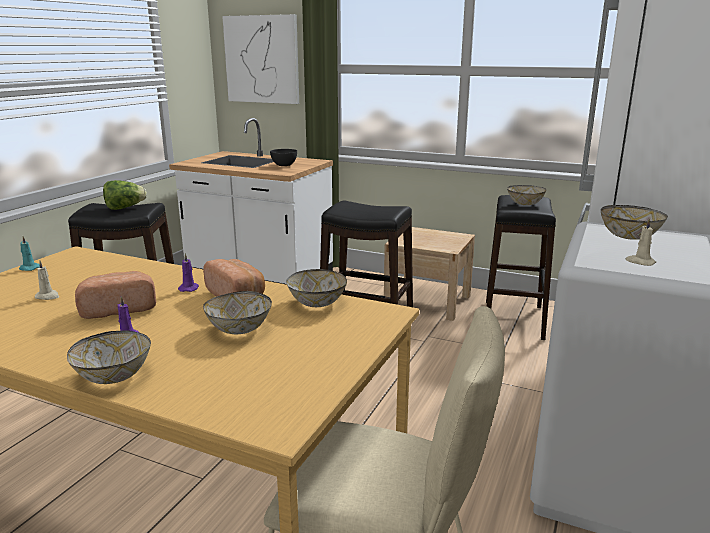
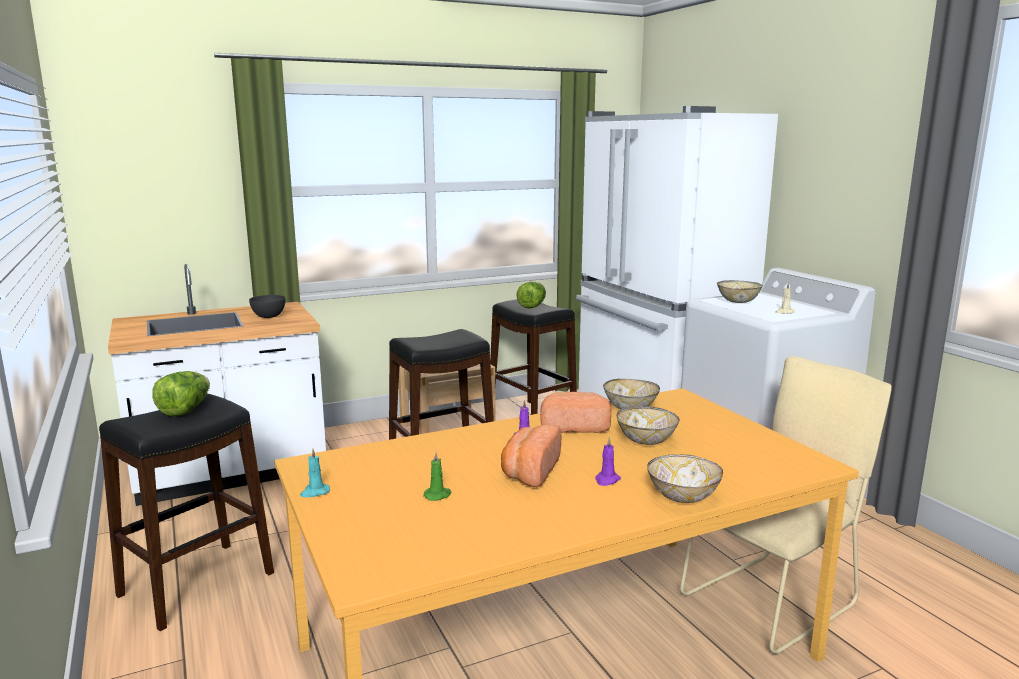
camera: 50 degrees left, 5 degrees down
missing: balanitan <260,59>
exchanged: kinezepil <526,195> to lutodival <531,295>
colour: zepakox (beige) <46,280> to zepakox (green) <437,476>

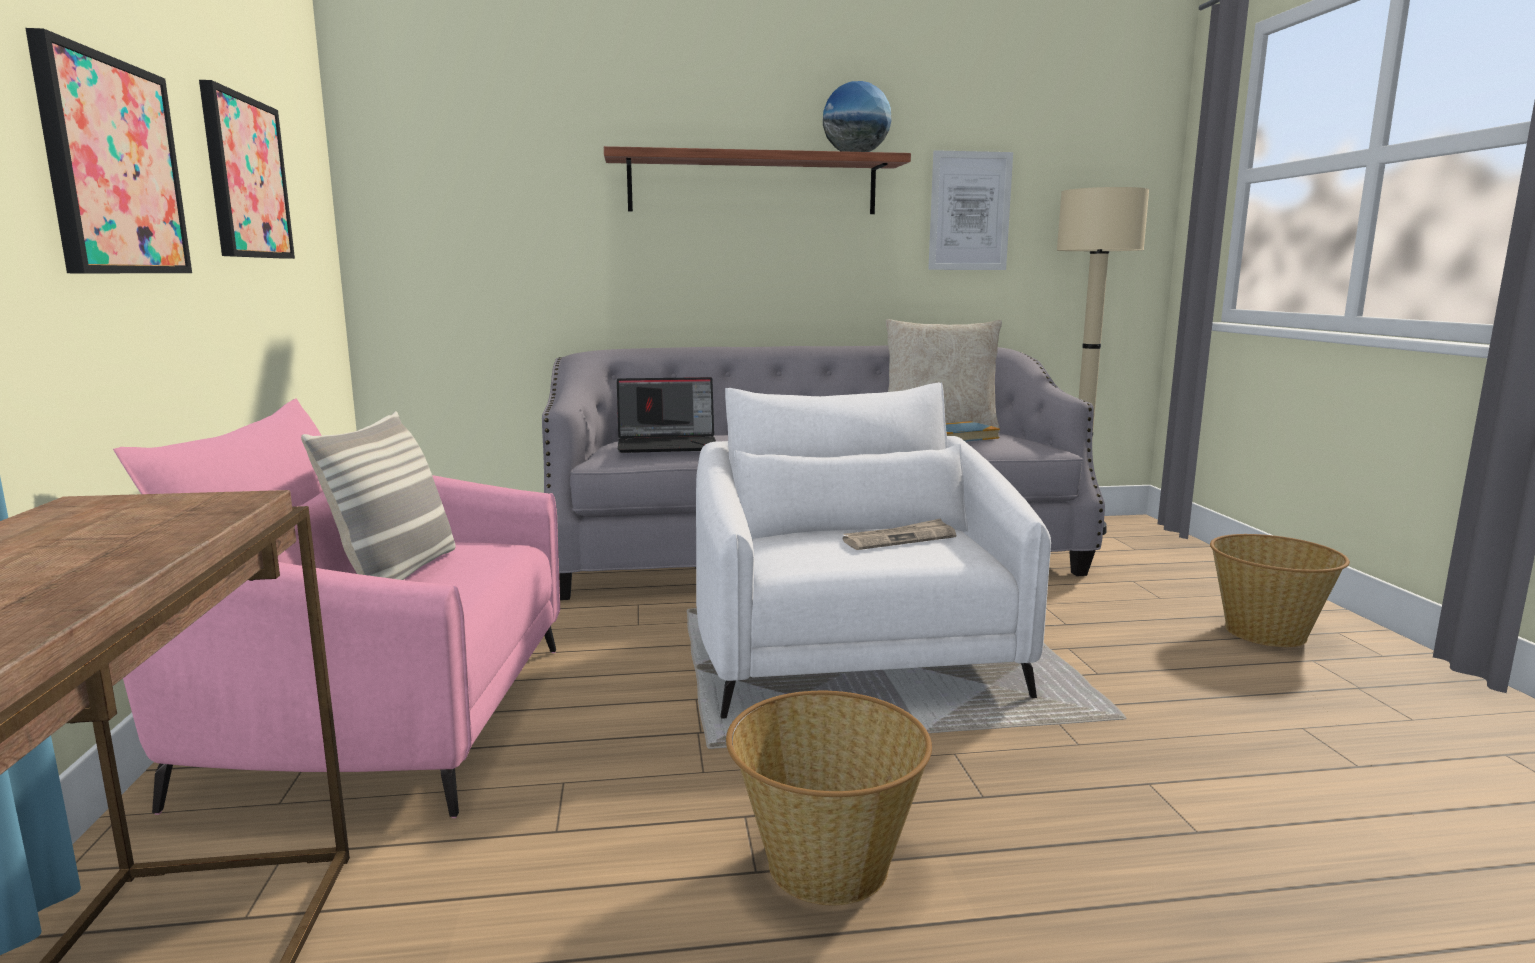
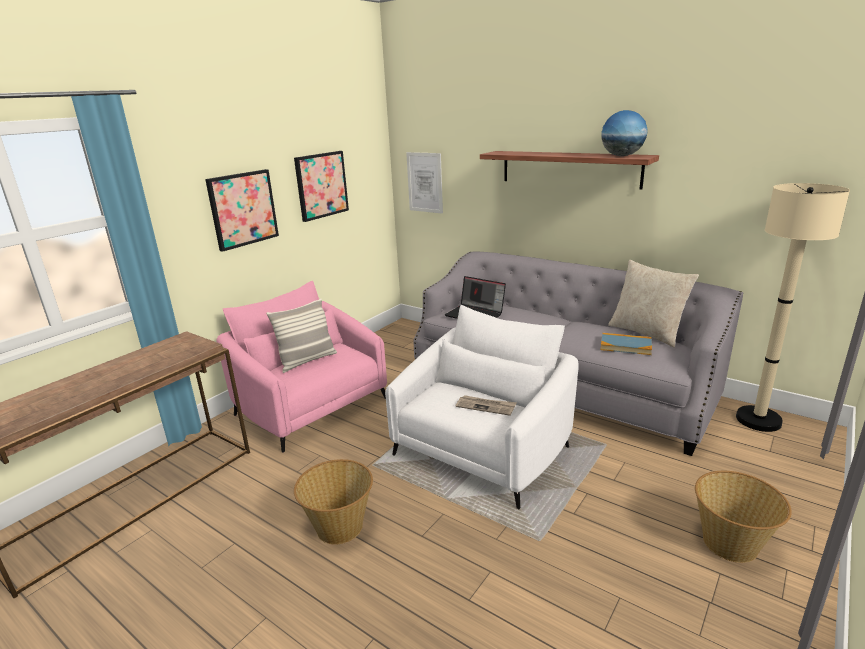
camera: 45 degrees right, 10 degrees up
relocated: balanitan <970,210> to <424,183>

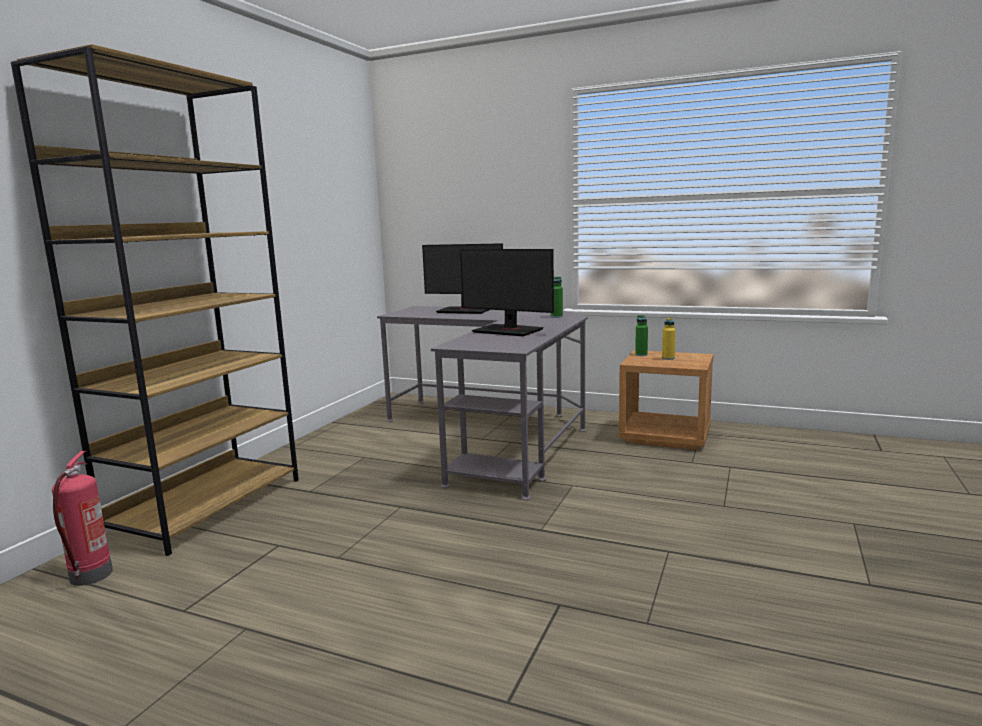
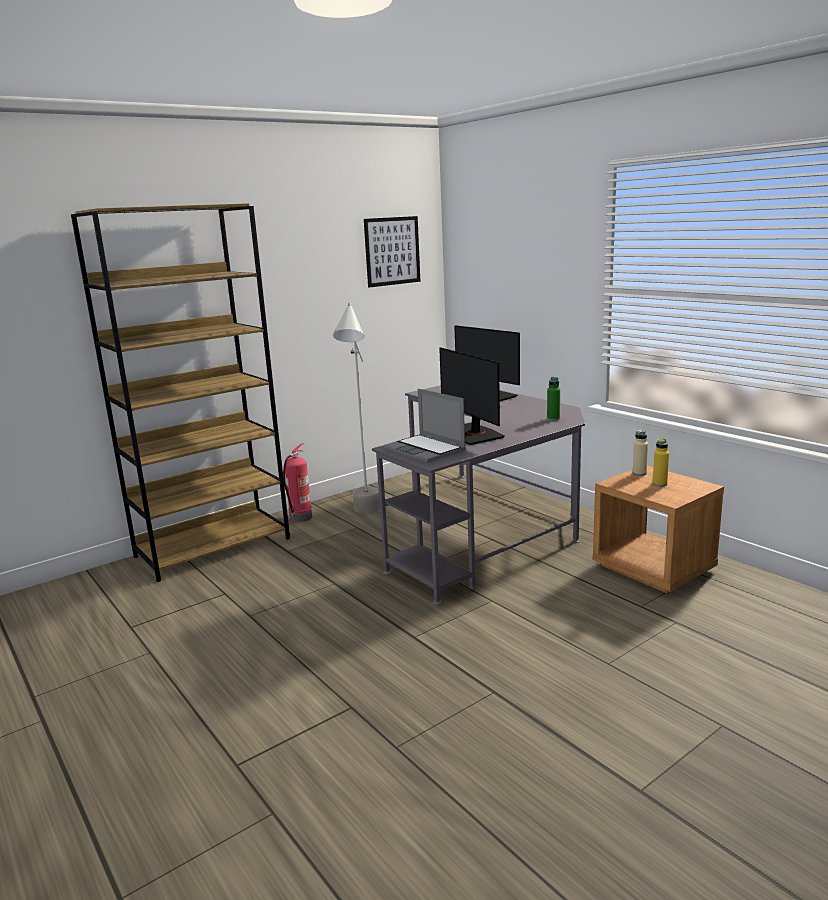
camera: 30 degrees right, 5 degrees up
appeared: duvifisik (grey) <356,408>; balanitan <392,252>; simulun <424,426>
relocated: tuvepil <82,518> to <297,482>
colour: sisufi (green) <641,335> to sisufi (beige) <640,452>

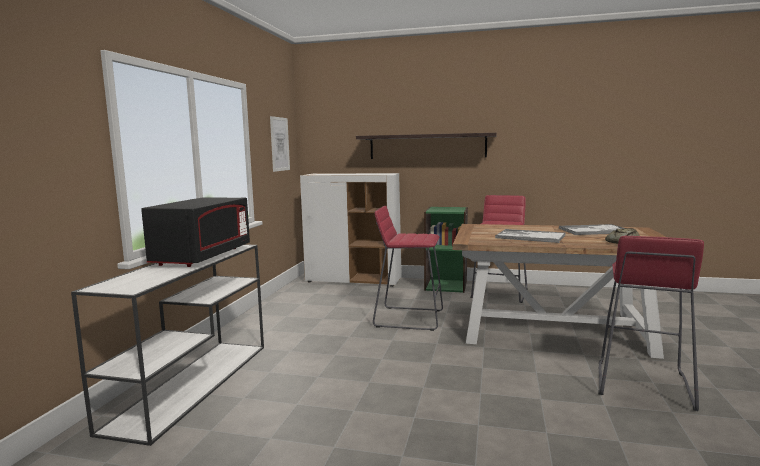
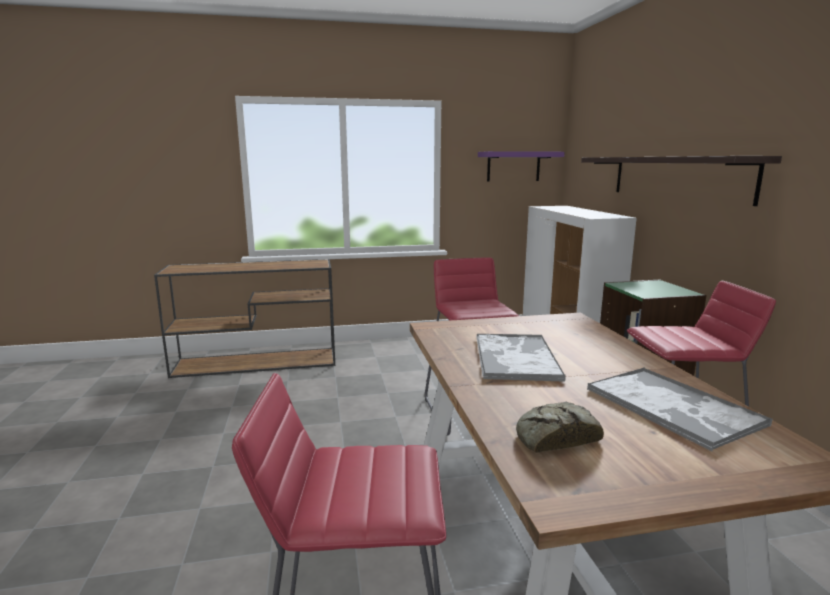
camera: 65 degrees right, 5 degrees up
missing: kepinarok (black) <195,232>
exchanged: balanitan <280,144> to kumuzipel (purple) <521,166>
colour: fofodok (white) <167,345> to fofodok (brown) <244,318>

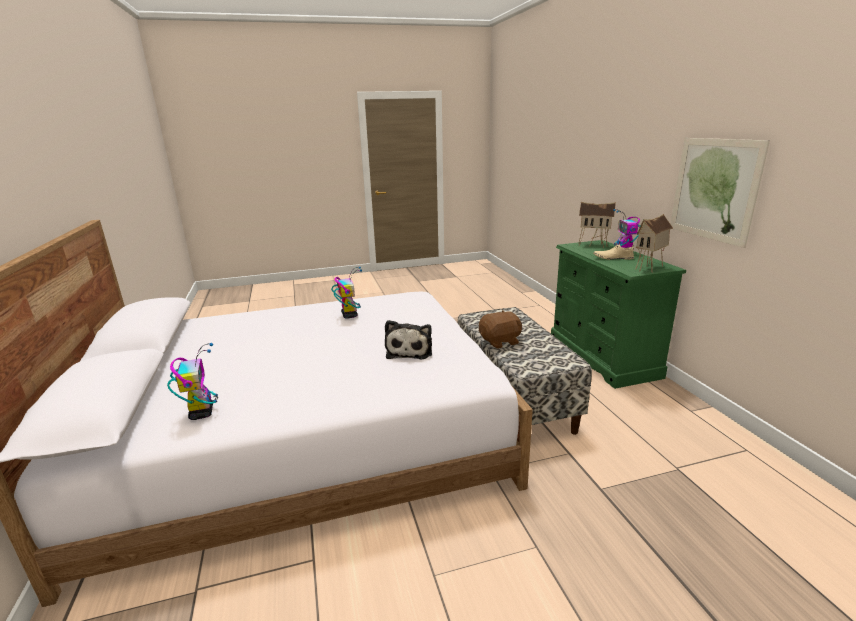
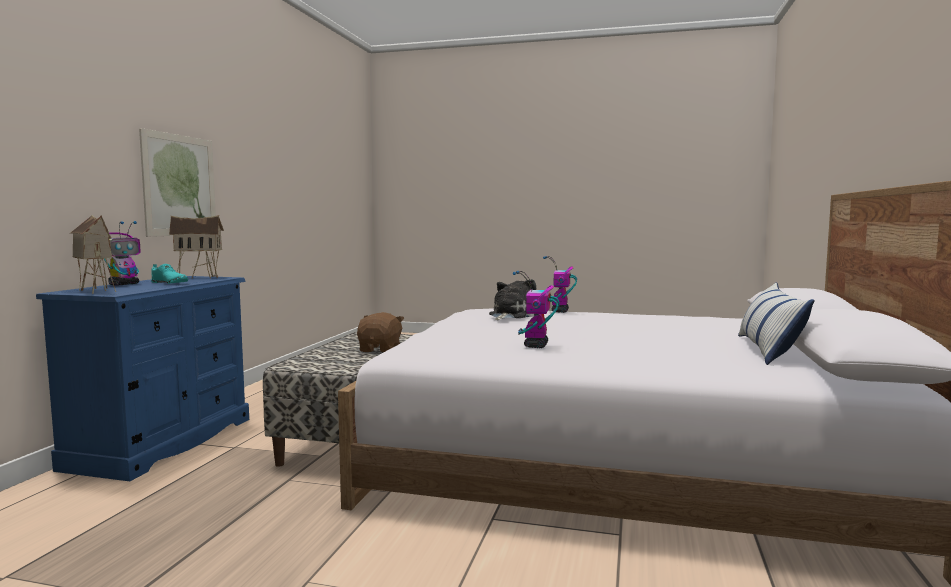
camera: 150 degrees left, 15 degrees down
appeared: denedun <776,323>
relocated: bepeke <192,381> to <560,284>
colour: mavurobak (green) <618,314> to mavurobak (blue) <142,378>; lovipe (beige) <613,252> to lovipe (turquoise) <169,274>
spun: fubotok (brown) <500,329> = <380,332> 90 degrees clockwise

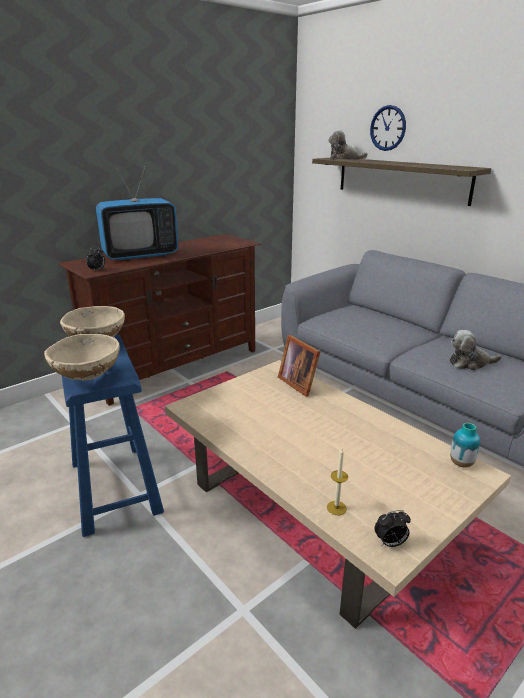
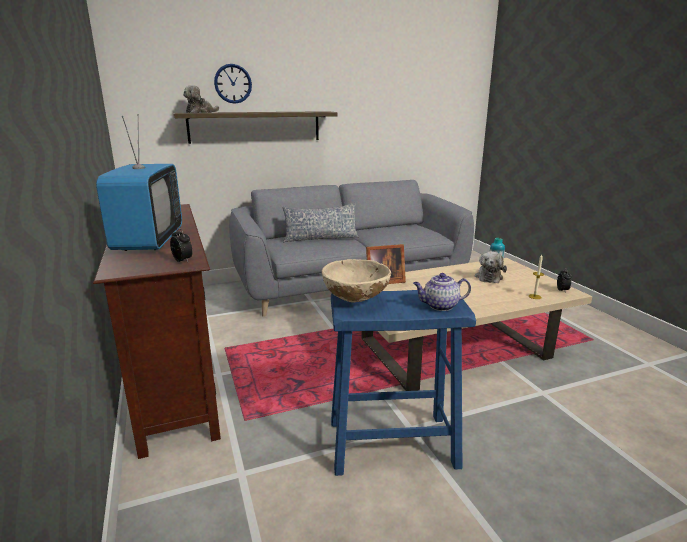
camera: 70 degrees left, 5 degrees down
appeared: denedun <321,222>
relocated: fubotok <475,350> to <491,267>
exchanged: kinezepil (beige) <82,357> to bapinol <442,292>

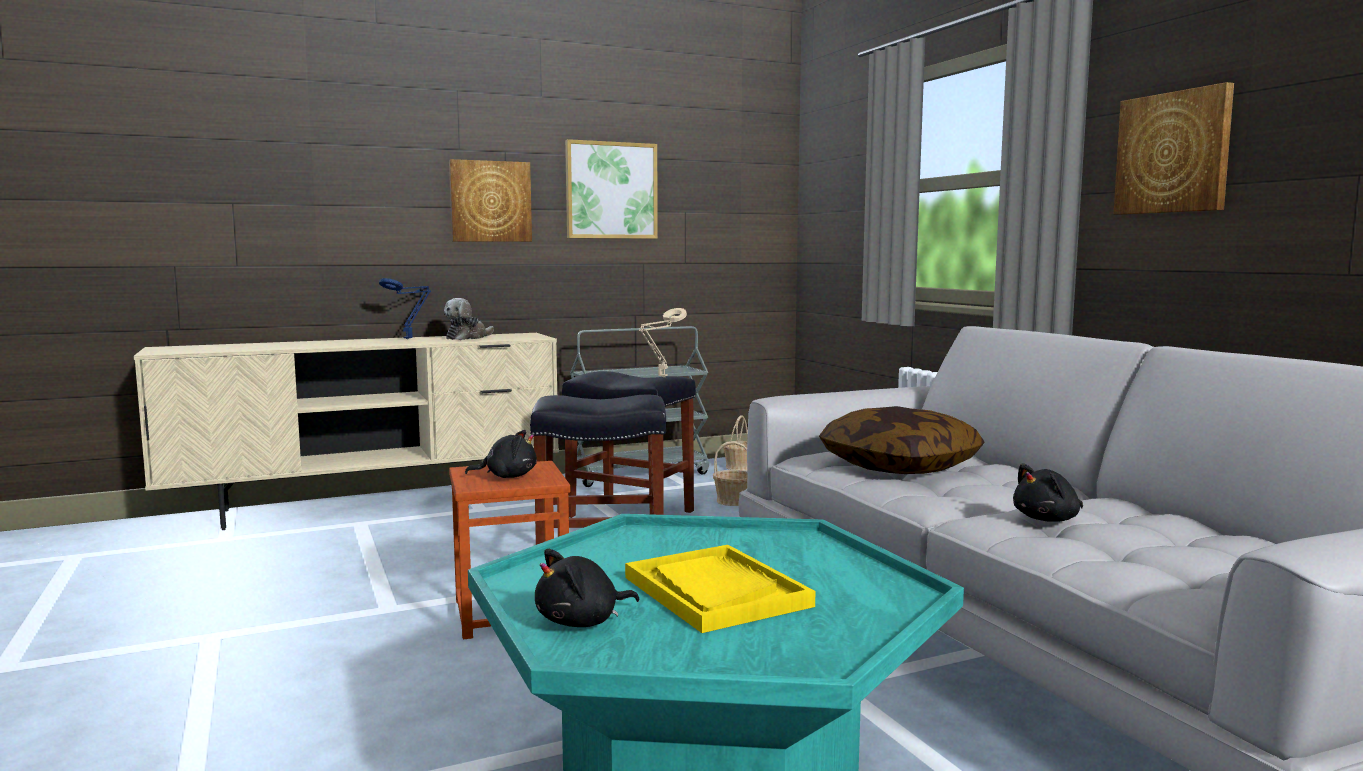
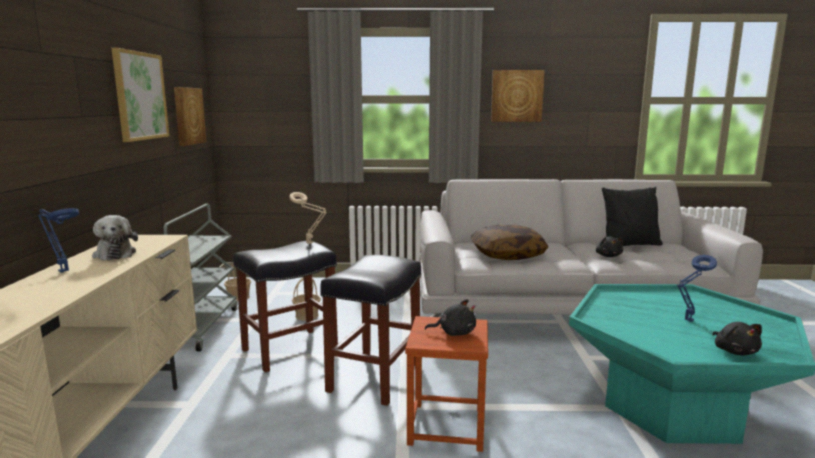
camera: 65 degrees left, 5 degrees up
appeared: denedun (black) <632,216>
relocated: balanitan <490,200> to <190,116>
exchanged: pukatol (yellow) <720,589> to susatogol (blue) <697,288>
spun: fubotok (black) <501,454> = <450,317> 75 degrees clockwise

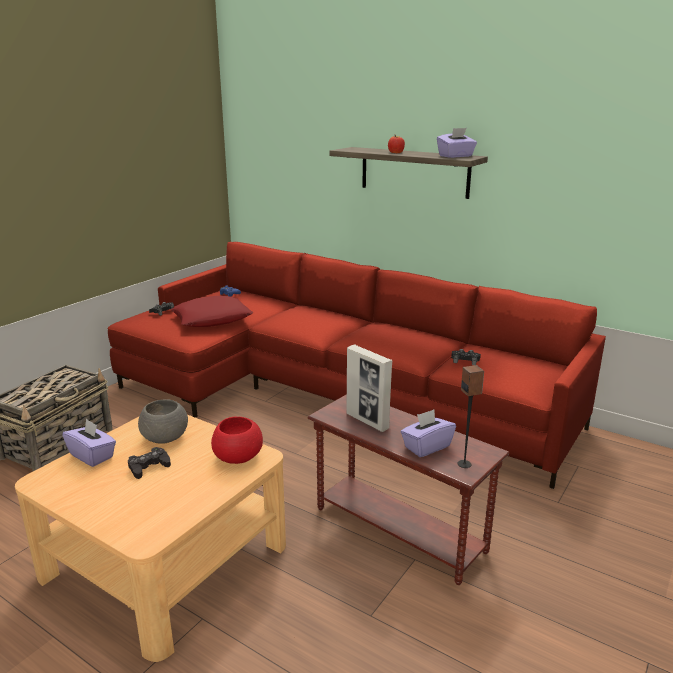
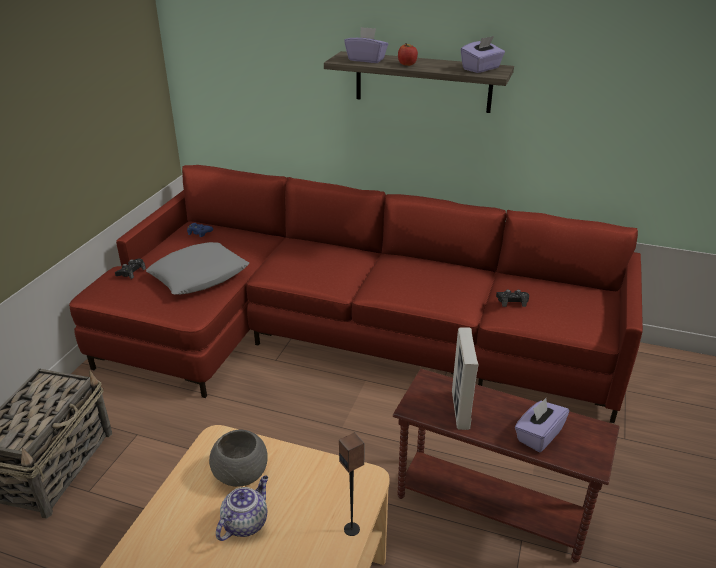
camera: 15 degrees left, 10 degrees up
missing: kinezepil (red) <237,440>
relocated: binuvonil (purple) <89,442> to <366,45>; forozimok <471,416> to <351,484>
exchanged: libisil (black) <149,463> to bapinol <242,508>
colour: denedun (red) <212,311> to denedun (grey) <197,268>
spun: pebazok <369,388> = <465,378> 60 degrees clockwise

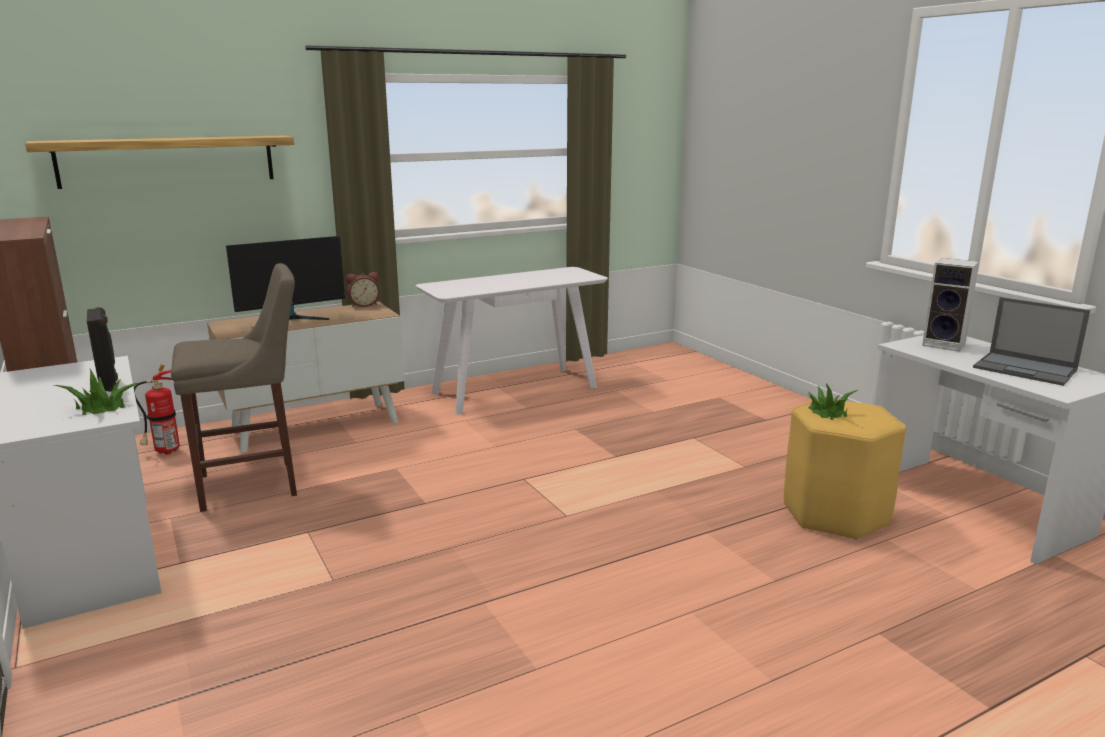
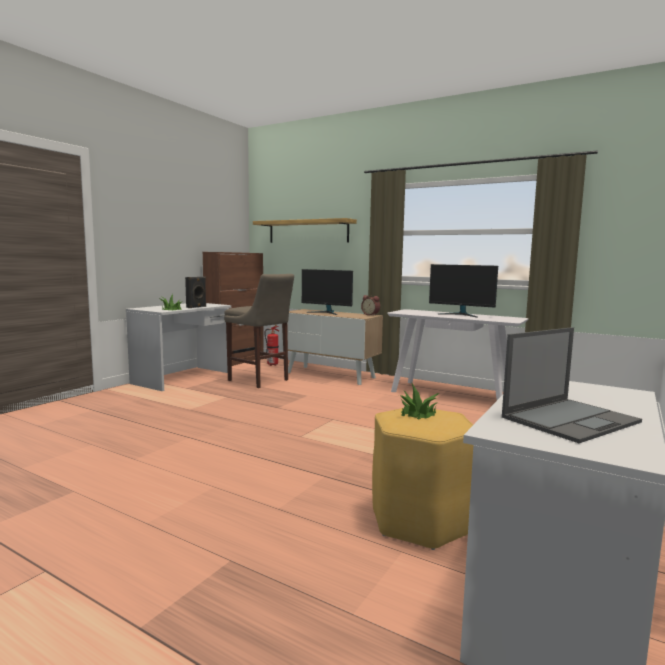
camera: 60 degrees right, 10 degrees down
missing: forozimok <950,305>
appeared: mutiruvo <463,290>
spun: simulun <1031,341> = <572,385> 135 degrees counterclockwise

